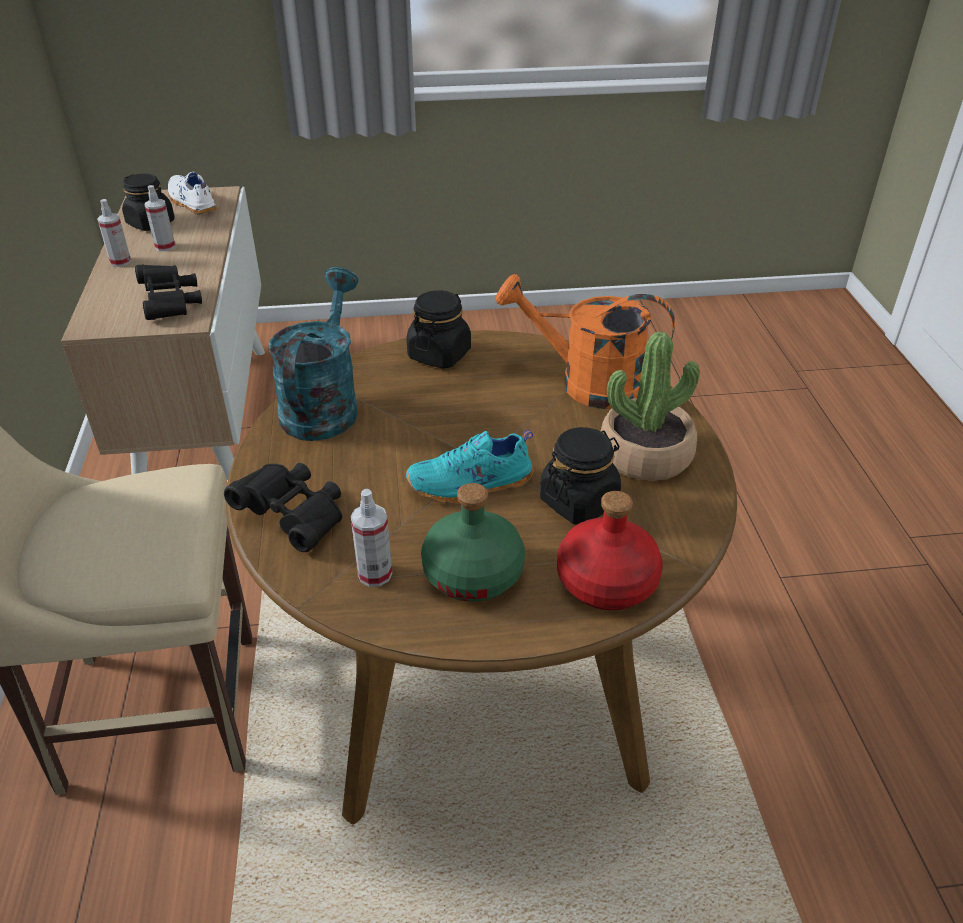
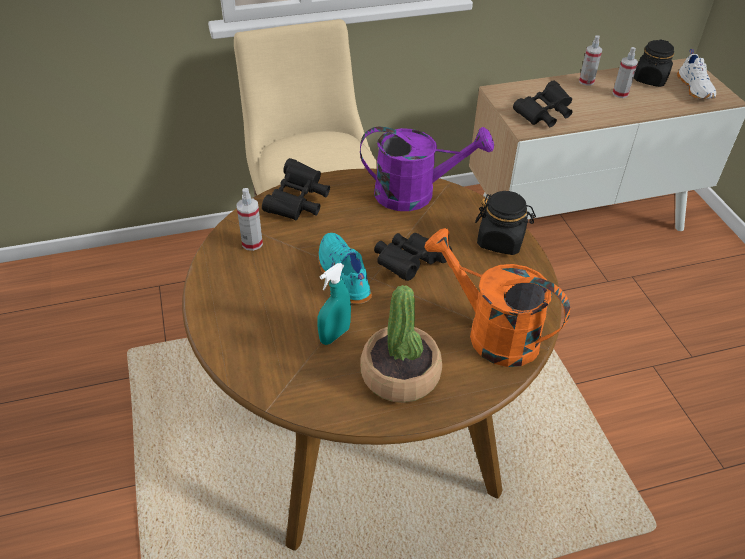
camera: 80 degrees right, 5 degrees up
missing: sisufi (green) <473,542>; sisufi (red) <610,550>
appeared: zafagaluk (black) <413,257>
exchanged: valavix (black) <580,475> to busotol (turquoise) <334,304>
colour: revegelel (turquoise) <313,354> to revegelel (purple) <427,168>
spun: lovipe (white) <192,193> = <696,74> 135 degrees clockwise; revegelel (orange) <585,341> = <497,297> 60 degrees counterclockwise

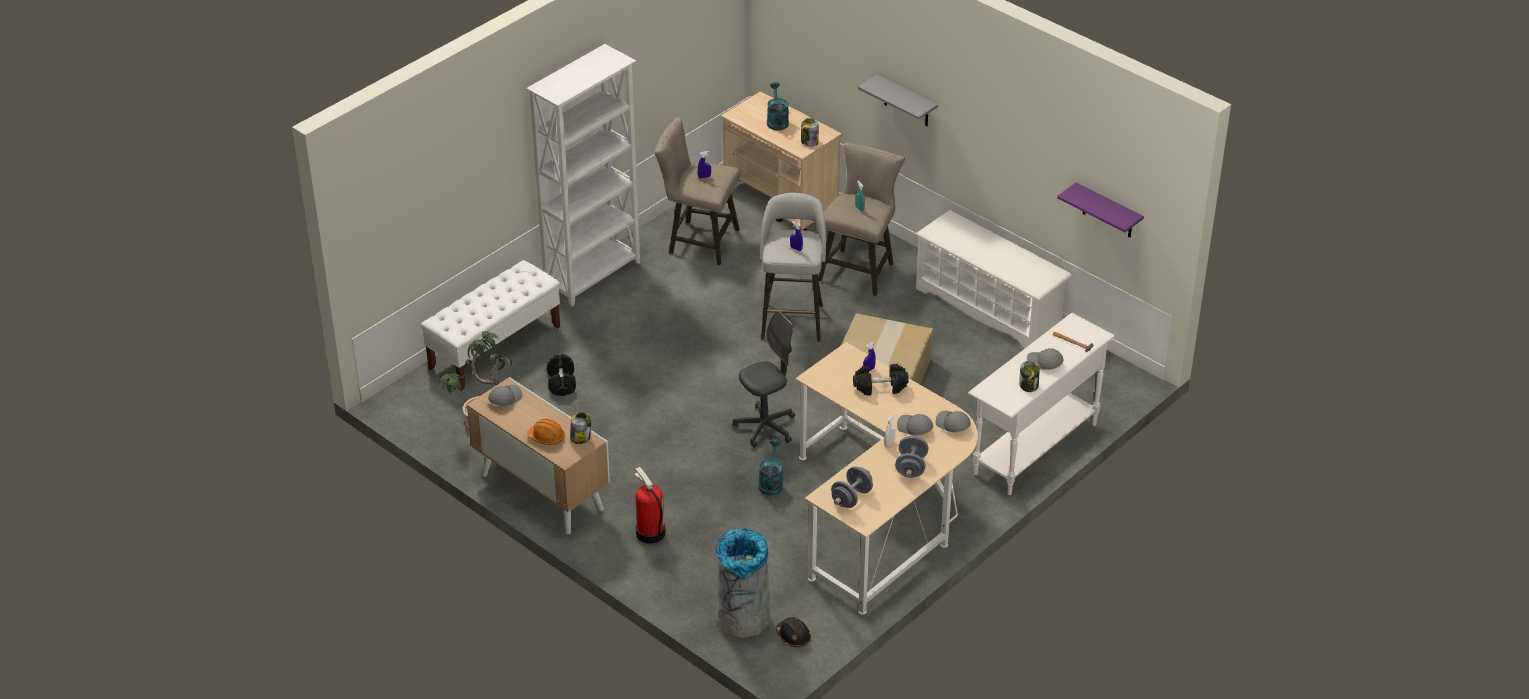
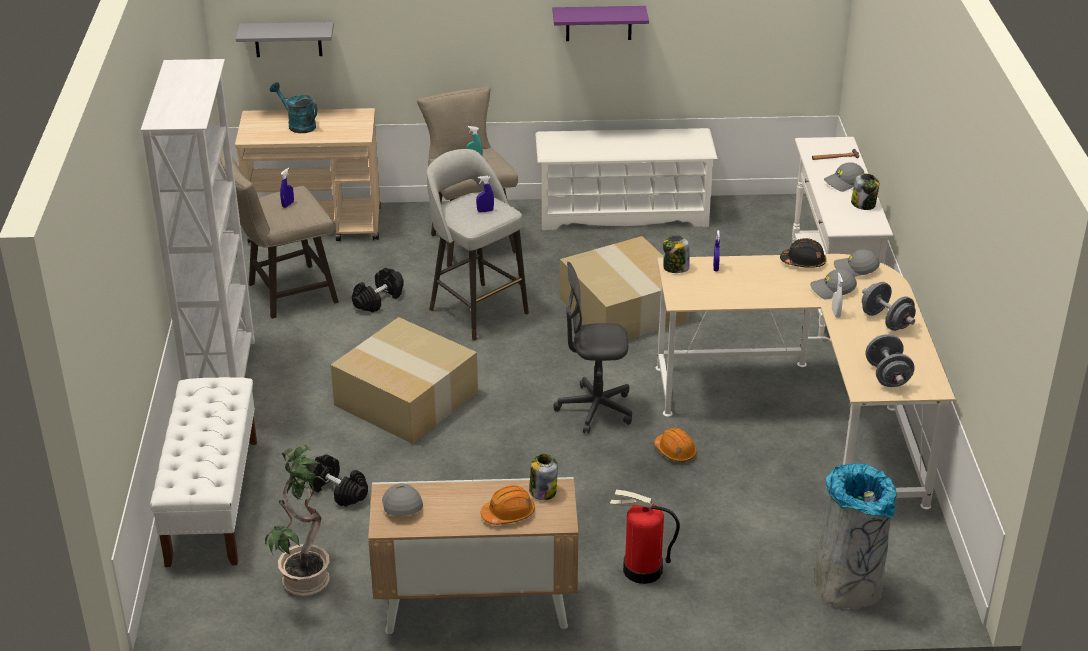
camera: 45 degrees left, 5 degrees down
appeared: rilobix <404,380>
relocated: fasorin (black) <793,632> to <803,253>; valavix <810,132> to <676,254>; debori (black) <881,380> to <378,290>; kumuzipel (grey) <898,100> to <285,39>; kumuzipel (purple) <1100,210> to <601,23>
exchanged: revegelel (turquoise) <771,467> to fasorin (orange) <675,445>
spun: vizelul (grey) <763,379> = <593,348> 105 degrees counterclockwise

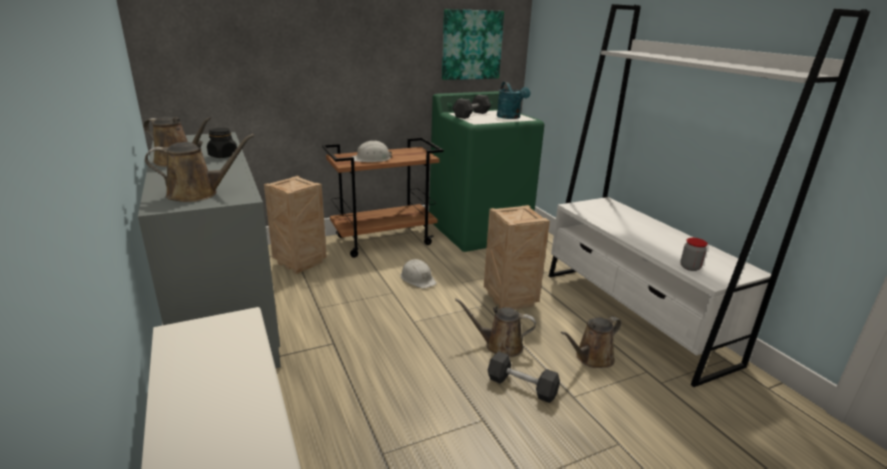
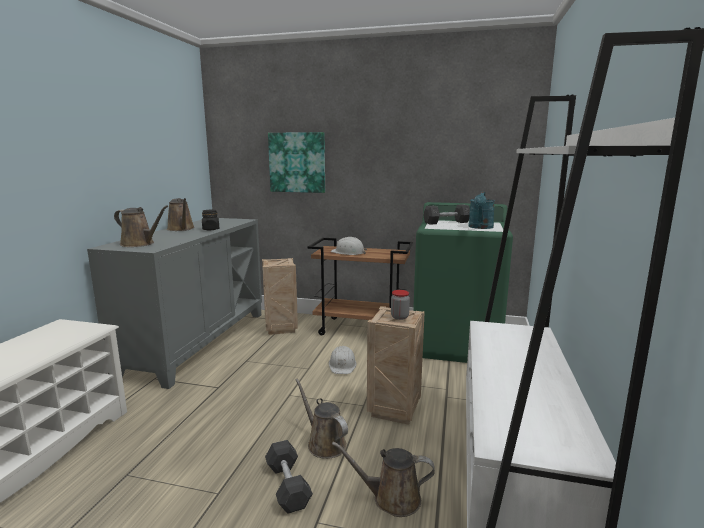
camera: 40 degrees right, 10 degrees down
relocated: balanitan <473,44> to <296,162>; valavix <694,254> to <400,305>

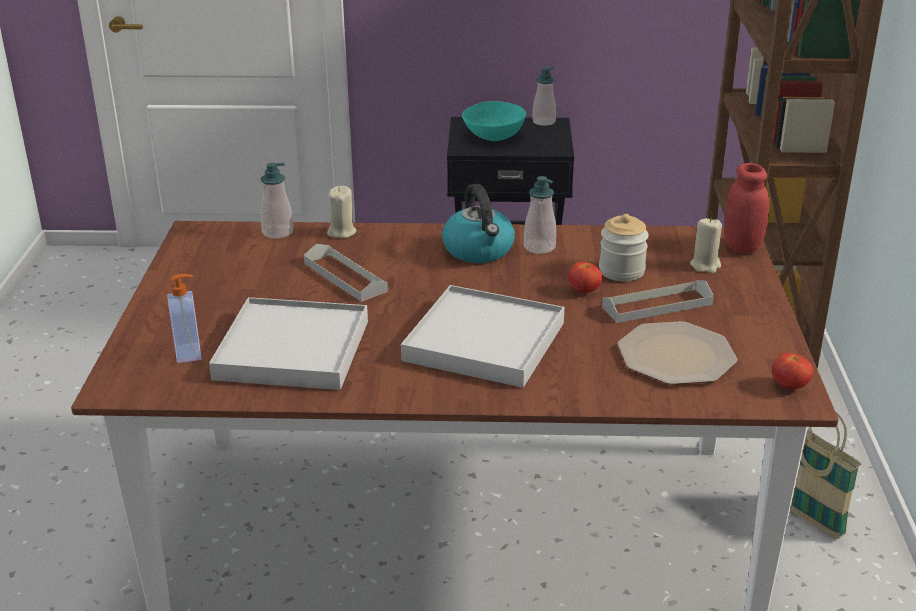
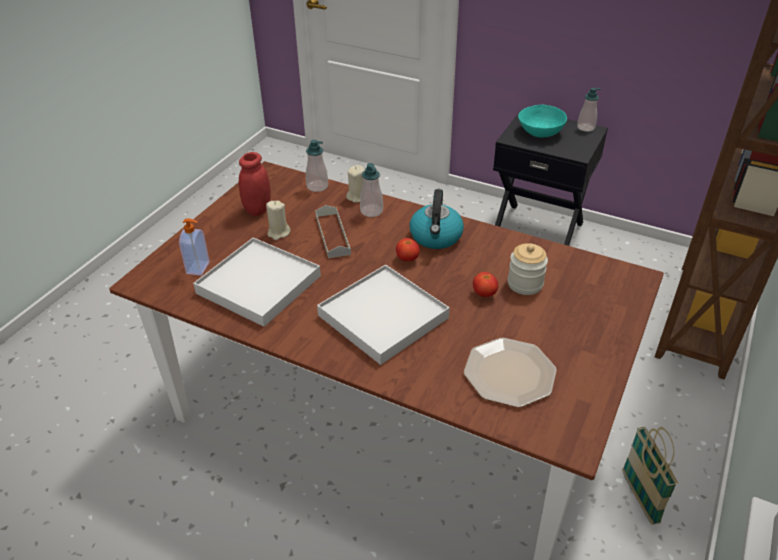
camera: 25 degrees right, 10 degrees up
missing: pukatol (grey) <658,301>
relocated: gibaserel <540,215> to <371,190>; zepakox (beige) <706,245> to <278,220>; valavix (red) <746,208> to <255,184>; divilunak <792,371> to <408,250>

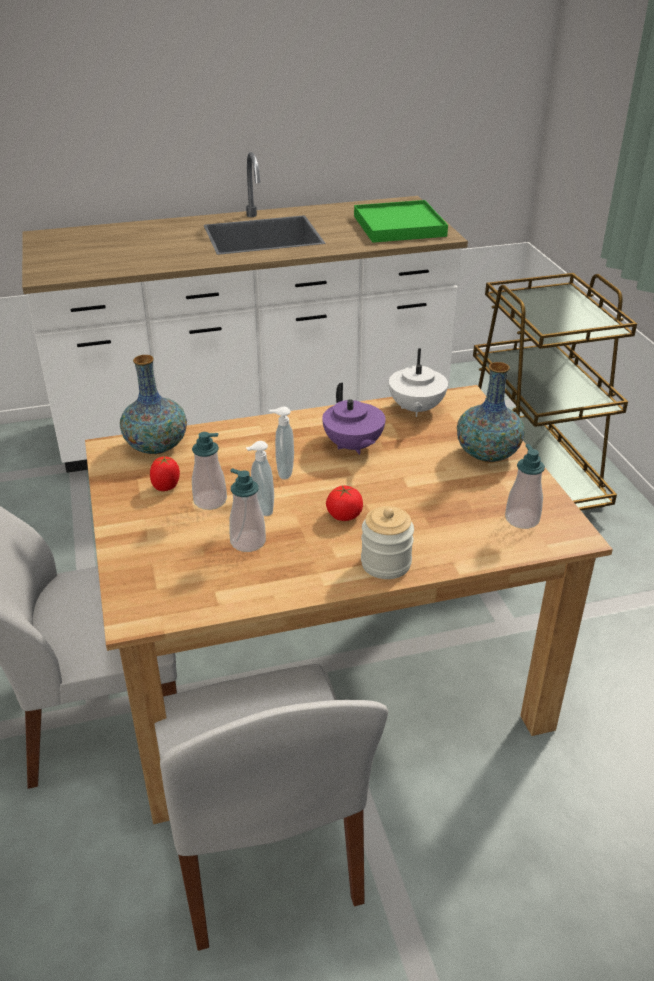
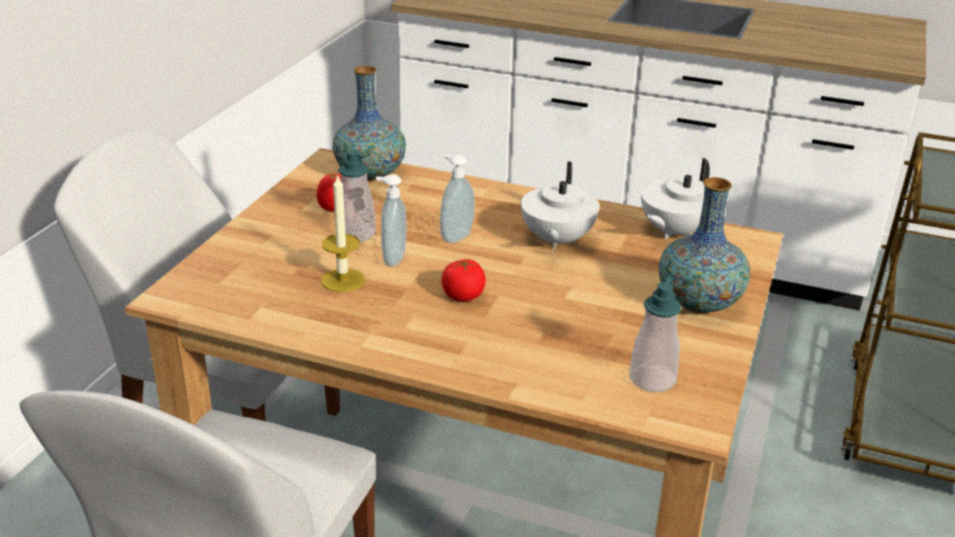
camera: 35 degrees right, 5 degrees down
missing: pukatol (green) <401,221>; valavix <387,542>
exchanged: gibaserel <247,510> to zepakox <343,233>
colour: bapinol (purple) <354,419> to bapinol (white) <560,205>

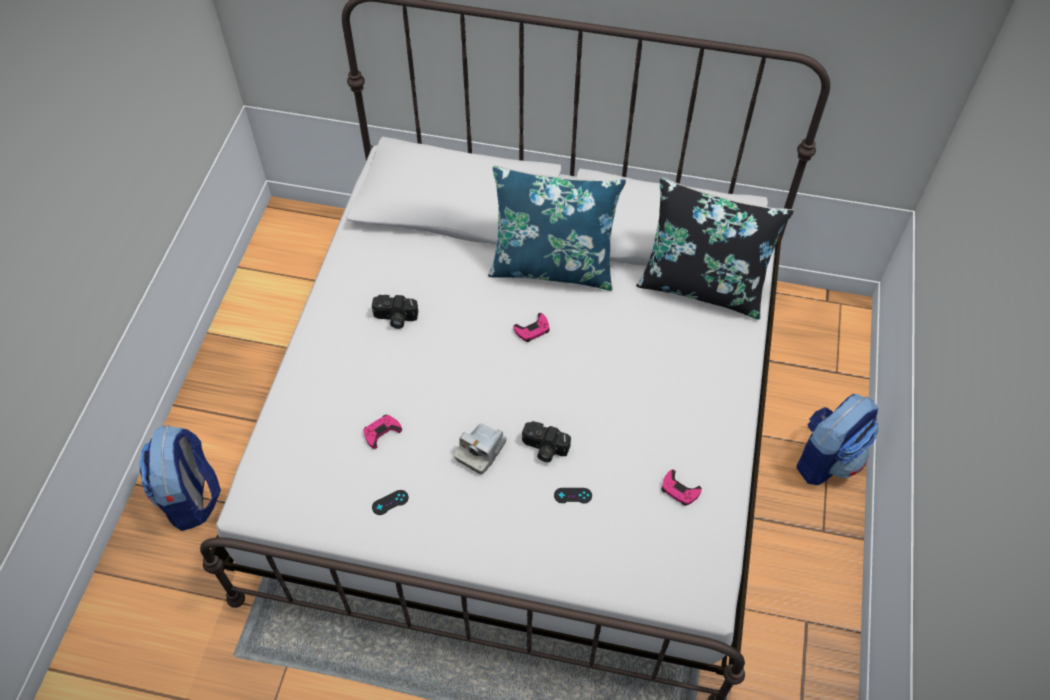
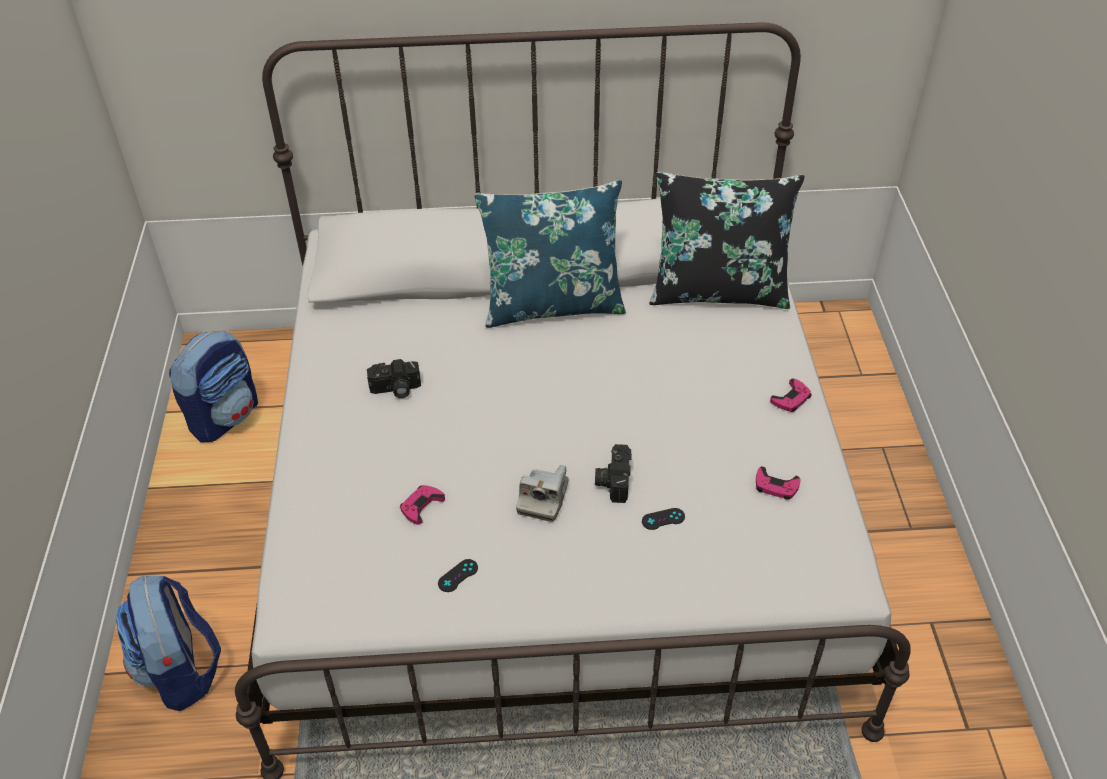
camera: 15 degrees left, 10 degrees down
relocated: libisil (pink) <532,327> to <790,395>; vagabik <837,439> to <213,386>
spun: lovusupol <546,441> = <613,473> 90 degrees clockwise

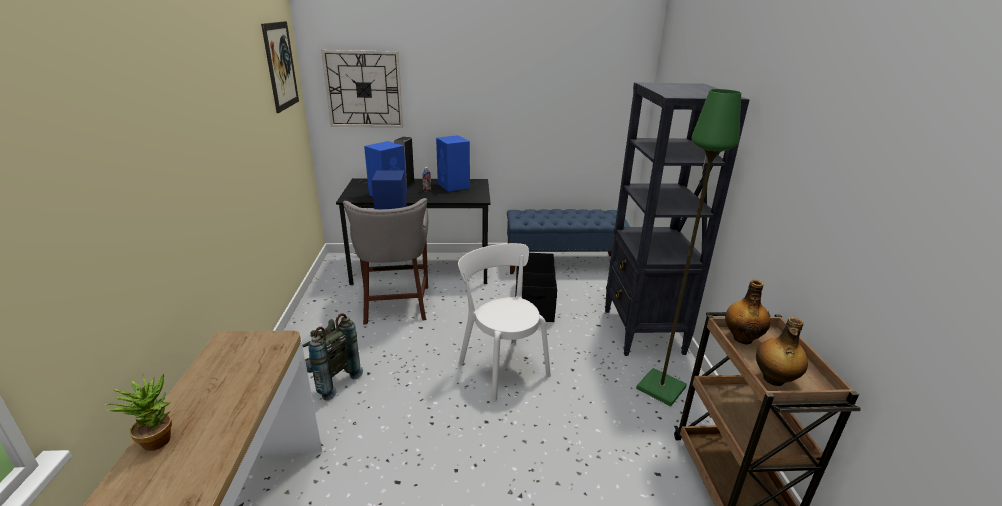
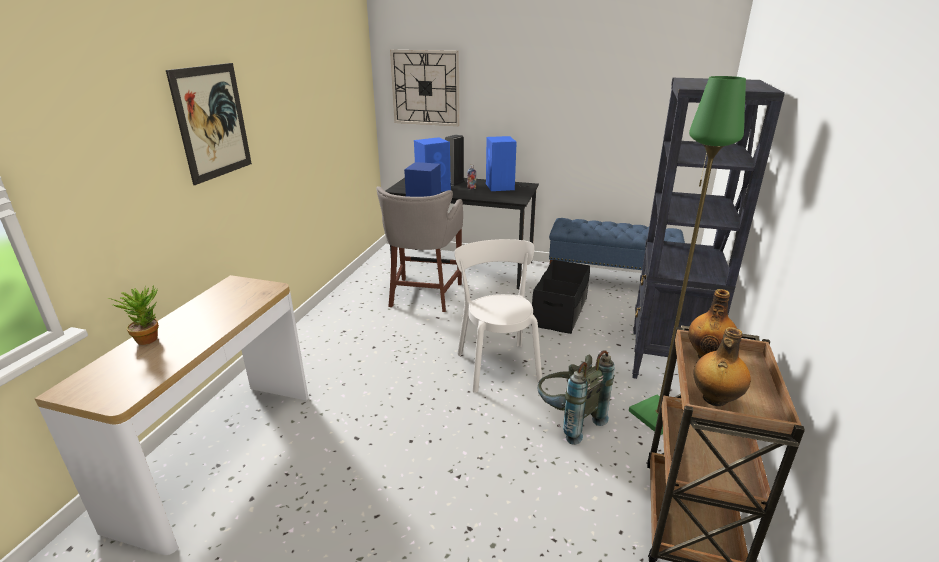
camera: 20 degrees right, 0 degrees up
relocated: balanitan <280,67> to <209,124>; vagabik (grey) <332,357> to <576,397>

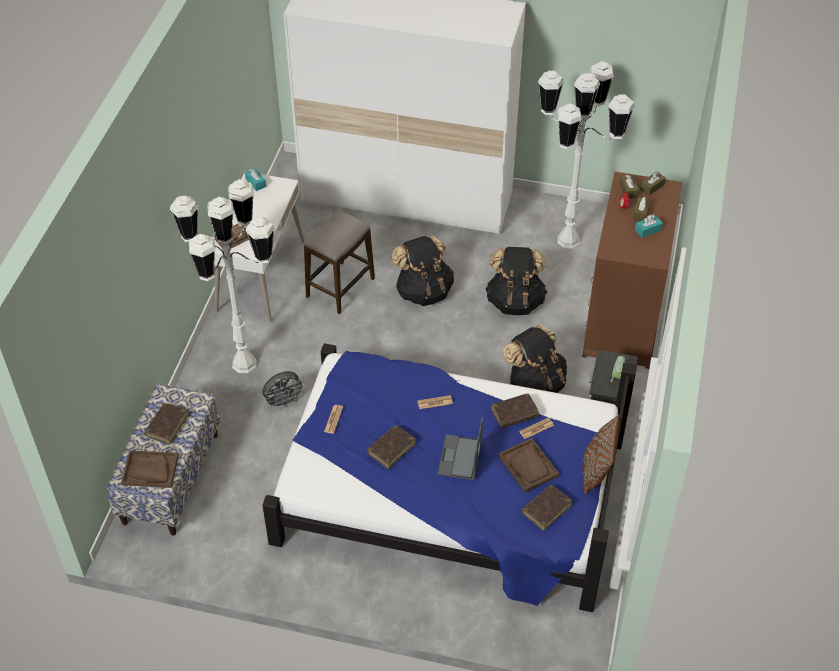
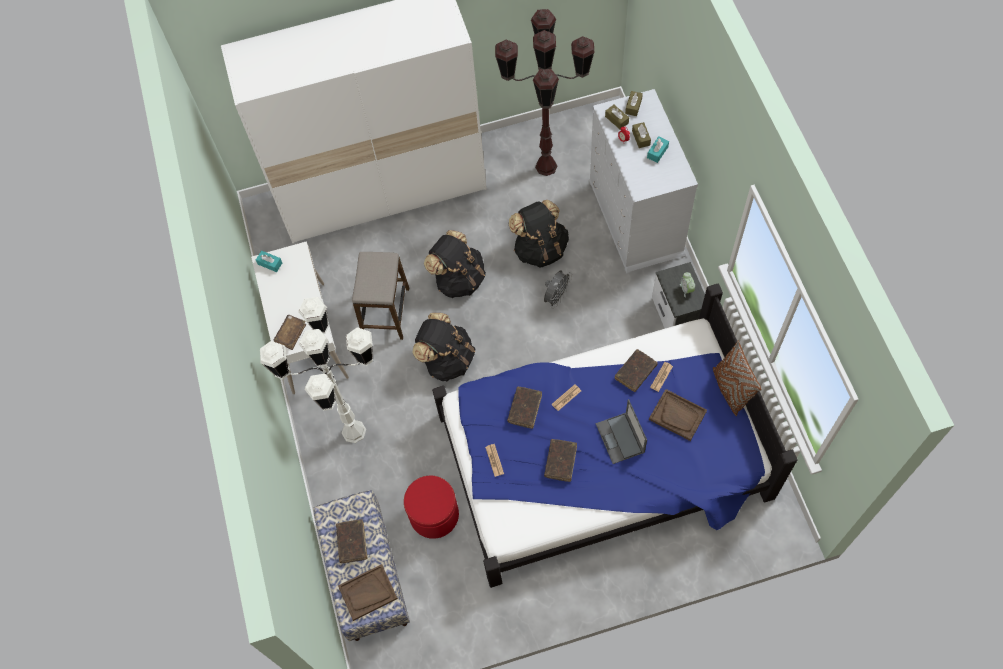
camera: 25 degrees left, 15 degrees up
appeared: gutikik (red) <431,507>
relocated: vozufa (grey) <283,390> to <558,289>; vagabik (black) <535,359> to <444,347>; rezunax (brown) <547,508> to <524,408>
colour: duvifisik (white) <586,155> to duvifisik (brown) <545,92>; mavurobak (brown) <632,270> to mavurobak (white) <643,181>

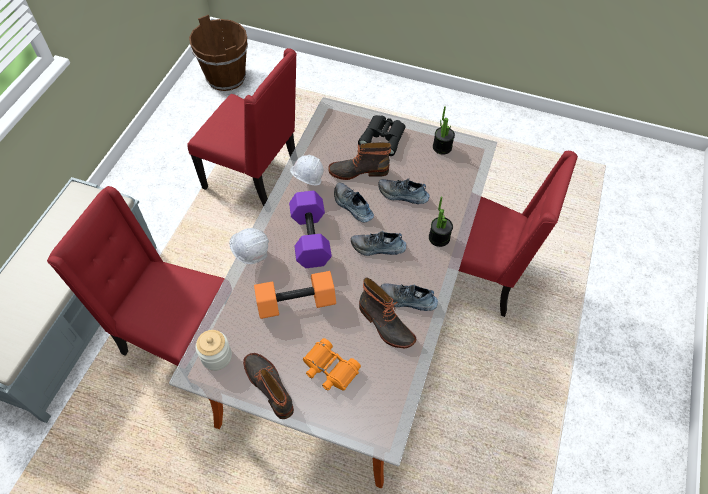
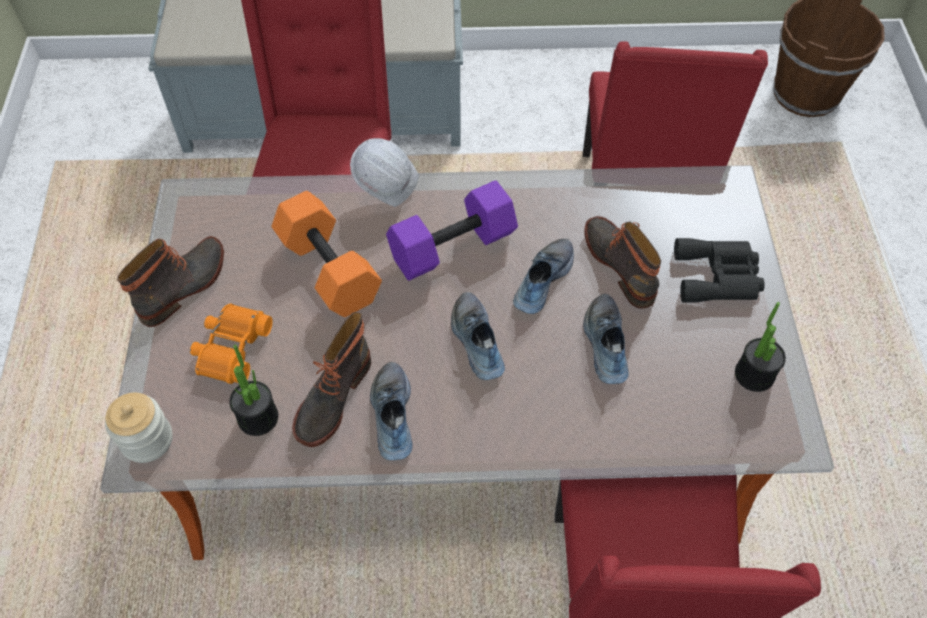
camera: 70 degrees right, 0 degrees up
missing: fasorin (white) <307,170>
relocated: valavix <214,350> to <139,428>; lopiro <441,222> to <253,390>

